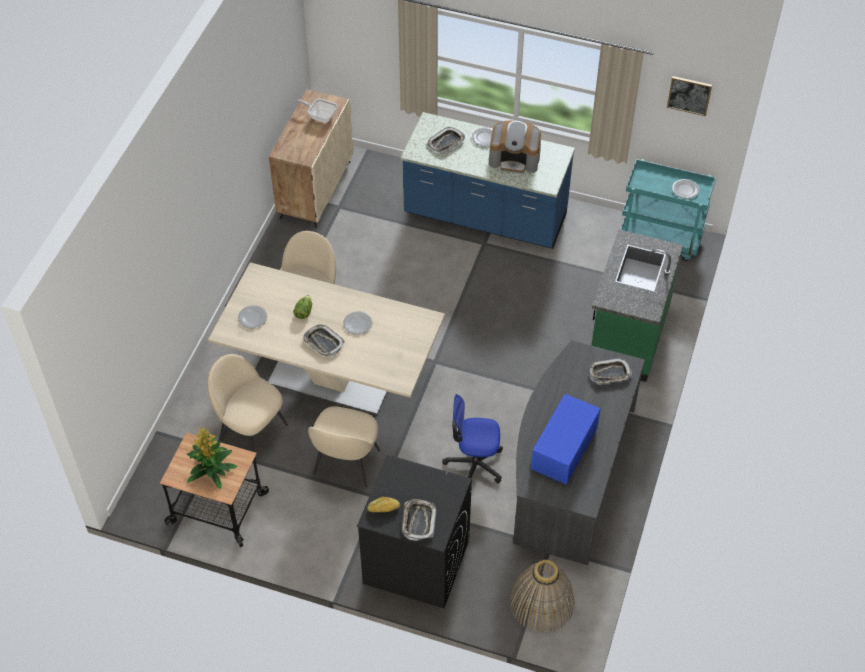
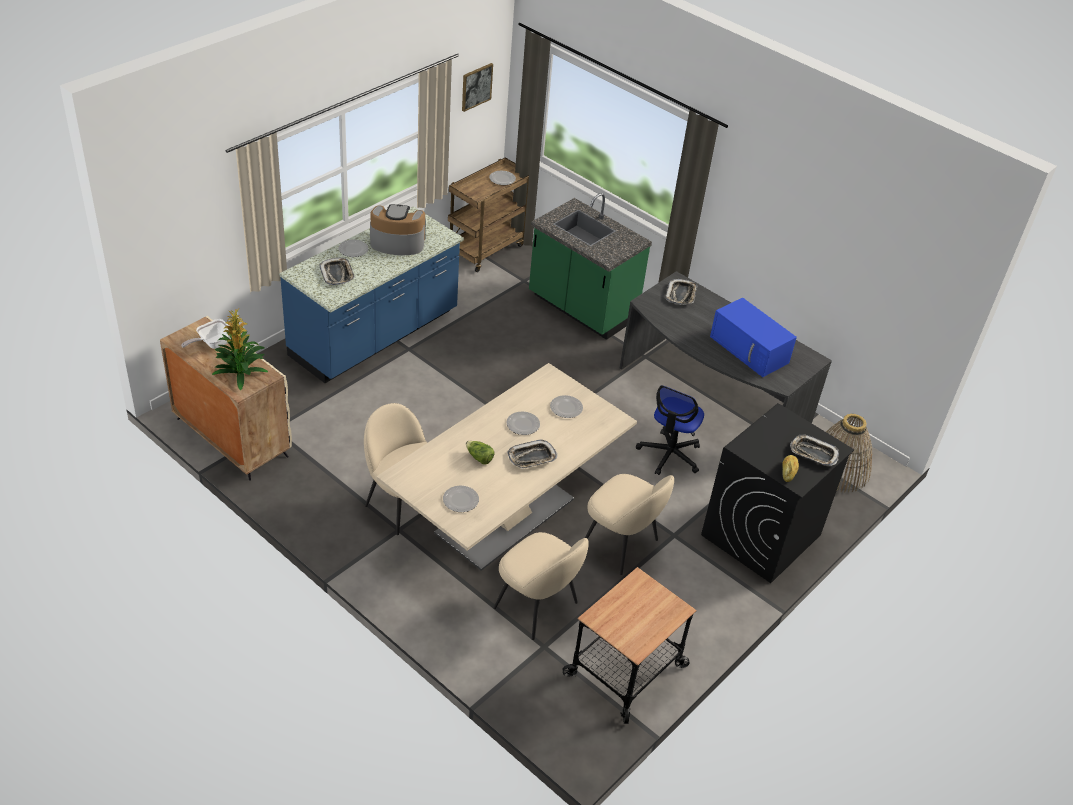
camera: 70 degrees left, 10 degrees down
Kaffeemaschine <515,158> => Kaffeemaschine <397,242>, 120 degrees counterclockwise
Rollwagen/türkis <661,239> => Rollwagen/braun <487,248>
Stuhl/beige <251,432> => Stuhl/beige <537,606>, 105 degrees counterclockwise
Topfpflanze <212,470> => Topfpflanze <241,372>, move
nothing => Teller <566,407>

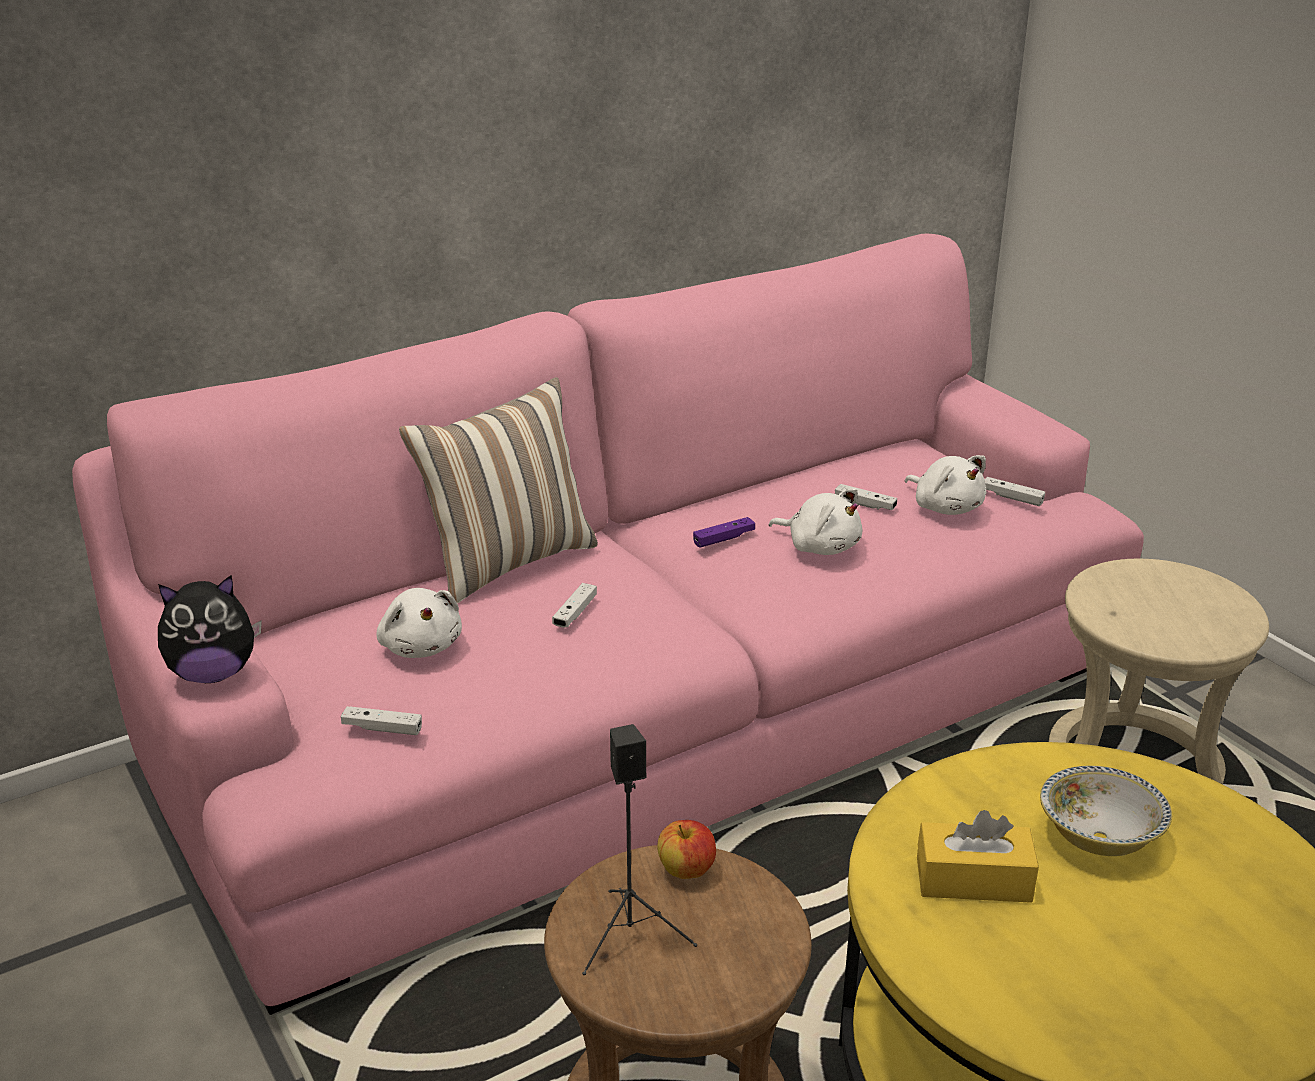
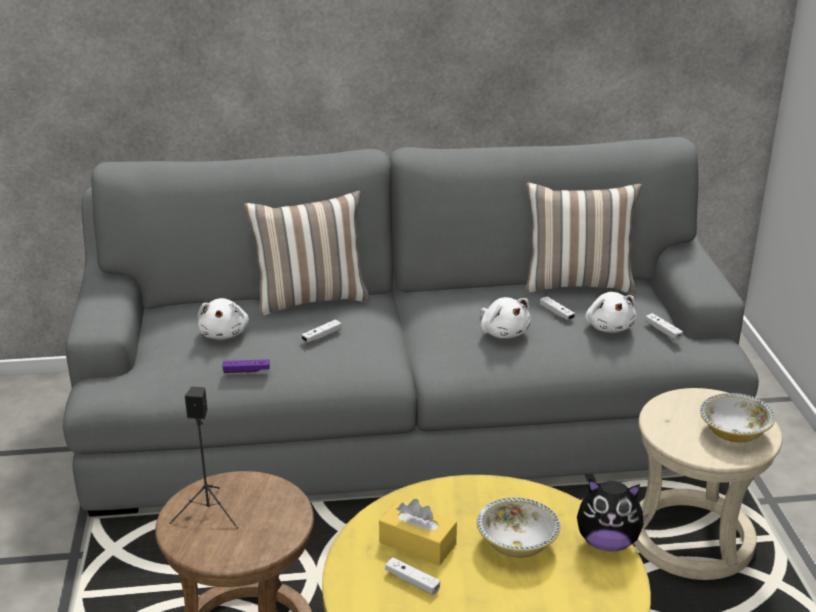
camera: 25 degrees right, 0 degrees up
Sofa/rosa <655,716> => Sofa/grau <407,420>
Gamepad/lila <724,539> => Gamepad/lila <246,370>, move
Plüschtier <213,674> => Plüschtier <607,542>, move
Gamepad/weiß <382,728> => Gamepad/weiß <412,581>, move
Apfel <686,870> => nothing
nothing => Kissen <578,283>
nothing => Schüssel <733,433>

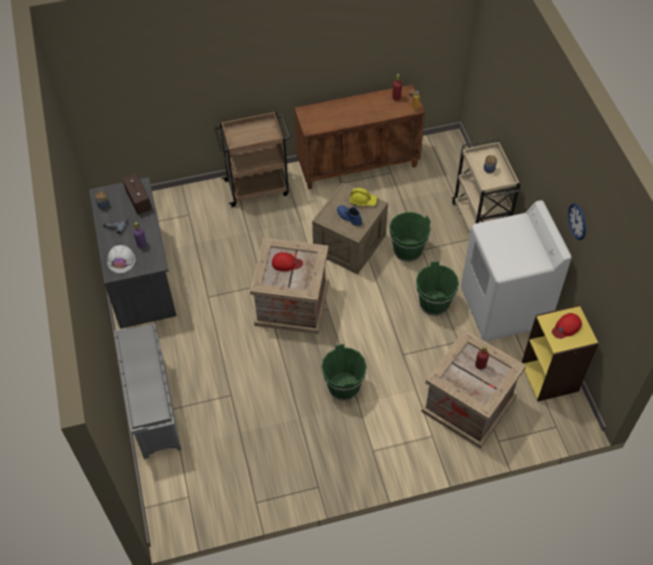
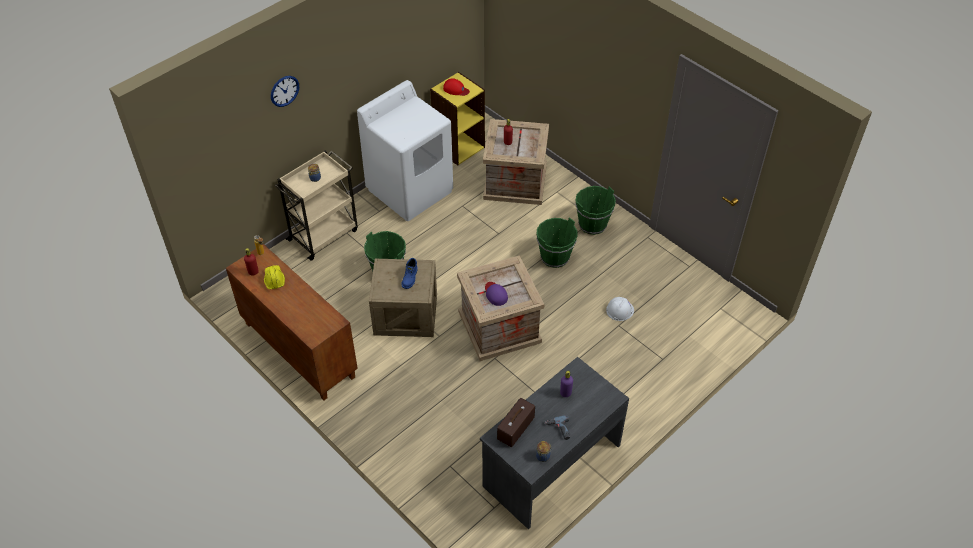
camera: 120 degrees left, 5 degrees down
Rollwagen/braun <258,187> => nothing
Schutzhelm/gelb <363,200> => Schutzhelm/gelb <274,279>, move
Wanduhr <577,221> => Wanduhr <284,91>, move
Schutzhelm/weiß <121,260> => Schutzhelm/weiß <620,310>, move
Kappe/rot <286,263> => Kappe/lila <495,294>
Eimer/grün <434,303> => Eimer/grün <592,225>, move
Schuhregal/grau <153,406> => nothing

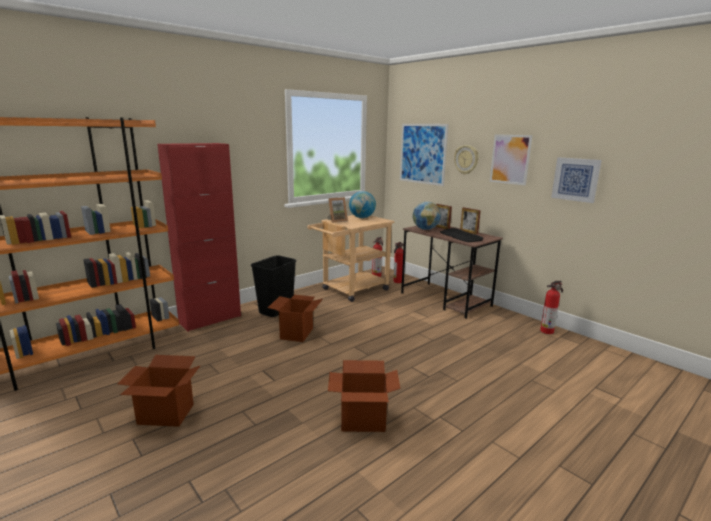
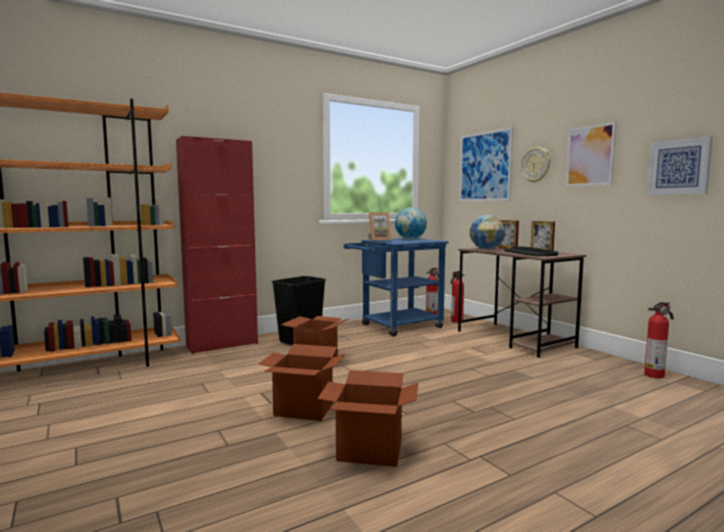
camera: 10 degrees right, 10 degrees down
Rollwagen/beige <351,291> => Rollwagen/blau <396,327>
Karton <165,414> => Karton <303,410>, move

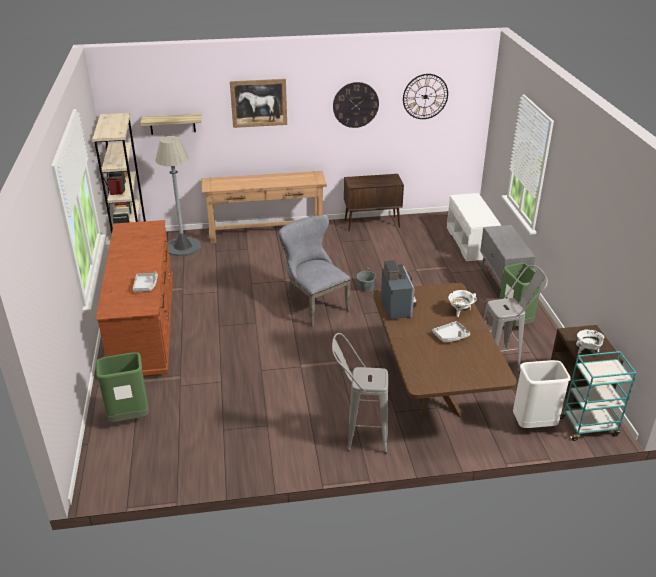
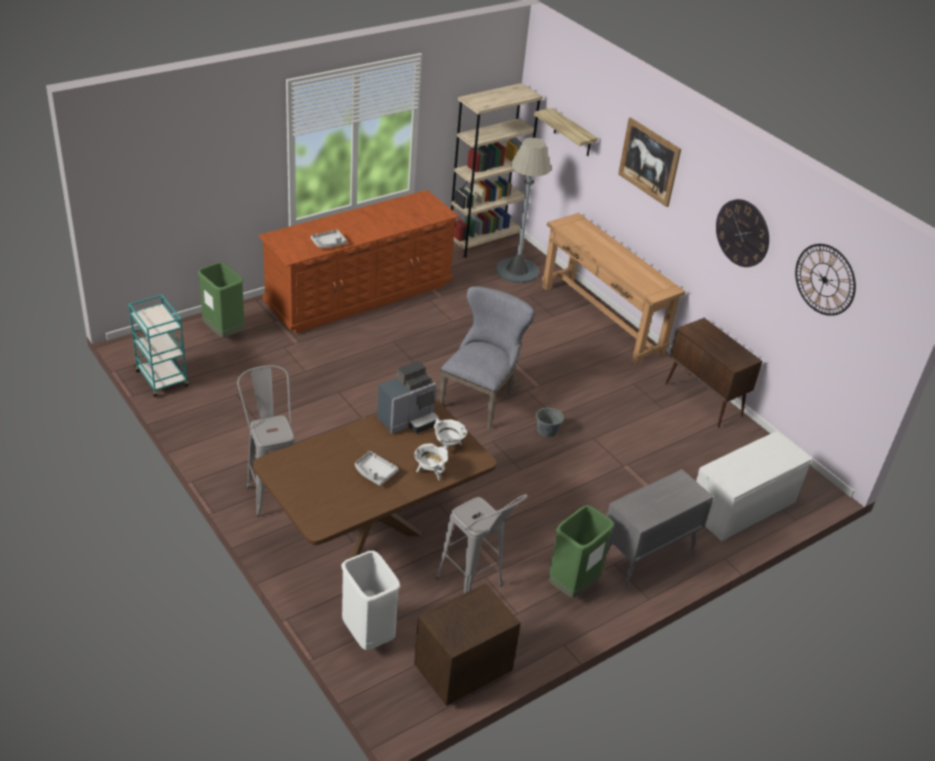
camera: 60 degrees right, 5 degrees up
Kochtopf/weiß <587,351> => Kochtopf/weiß <448,446>, move
Rollwagen/türkis <588,426> => Rollwagen/türkis <162,379>, move

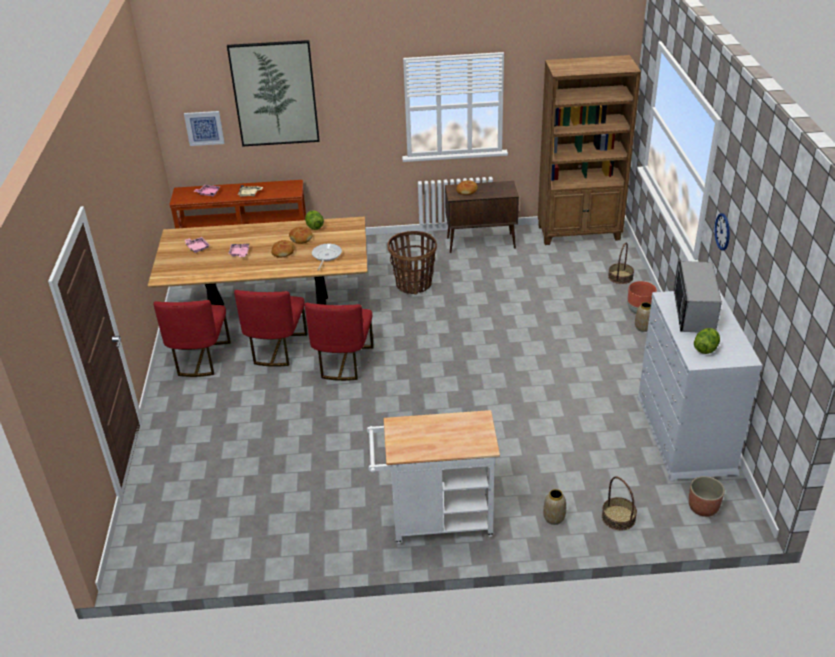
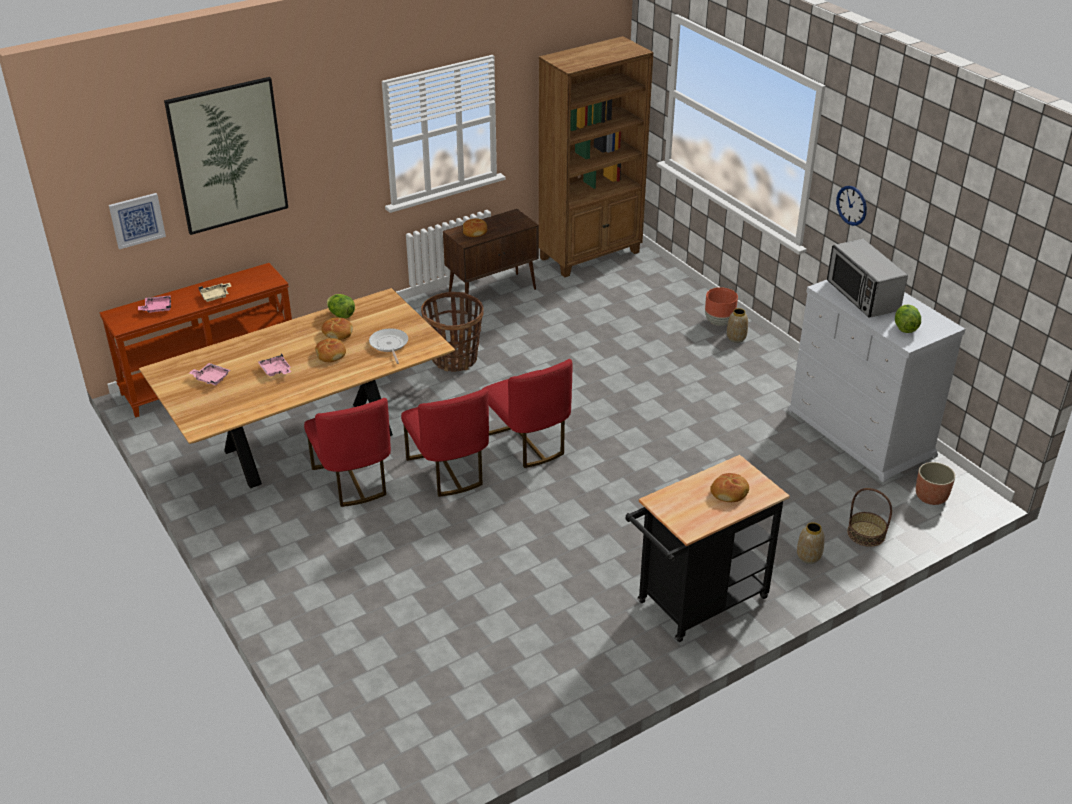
camera: 30 degrees left, 0 degrees up
Korb <620,277> => nothing
Stuhl/rot <200,359> => Stuhl/rot <528,443>, move
Rollwagen/weiß <434,521> => Rollwagen/schwarz <696,604>
nothing => Brot <729,492>

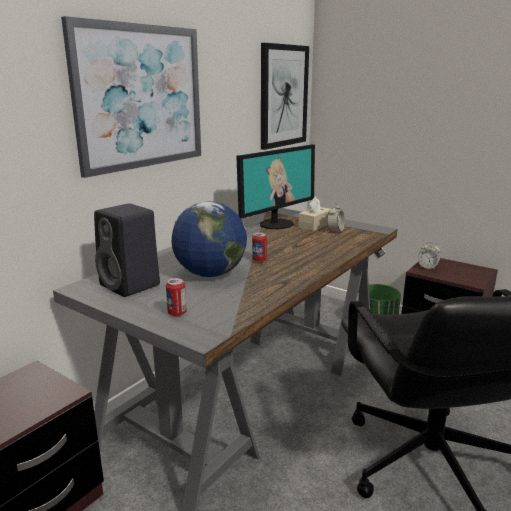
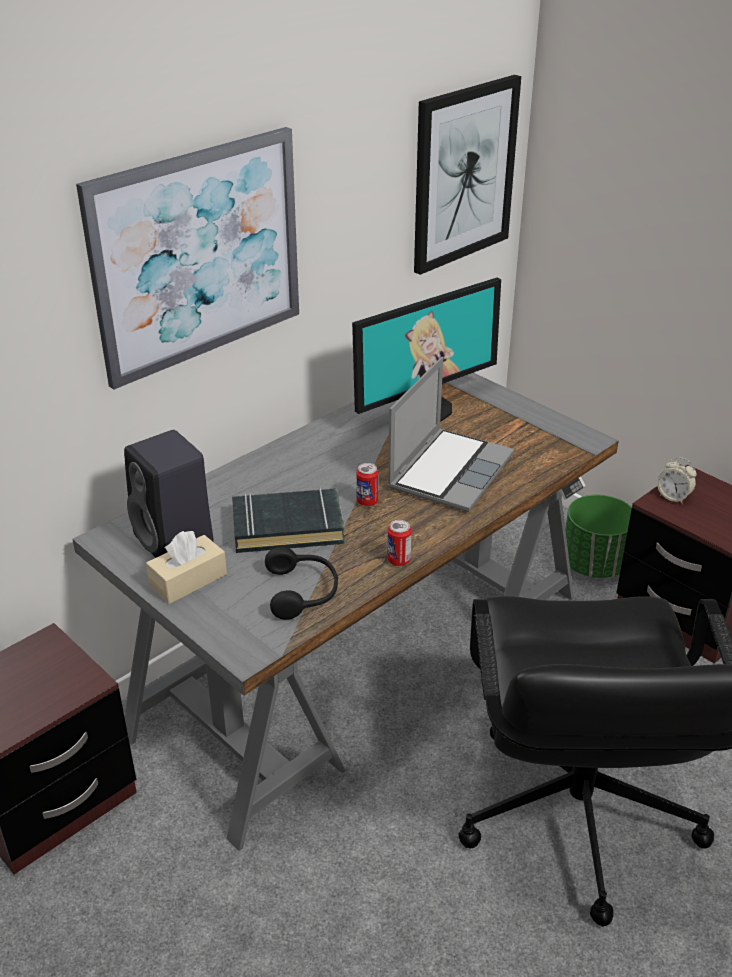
camera: 10 degrees right, 15 degrees up
Taschentuchbox/beige <315,225> => Taschentuchbox/beige <188,580>, move
Globus <210,274> => Buch/schwarz <288,527>
Wecker <335,231> => nothing
Dose <177,313> => Dose <398,560>, move
nothing => Laptop <450,471>
nothing => Kopfhörer/schwarz <303,592>

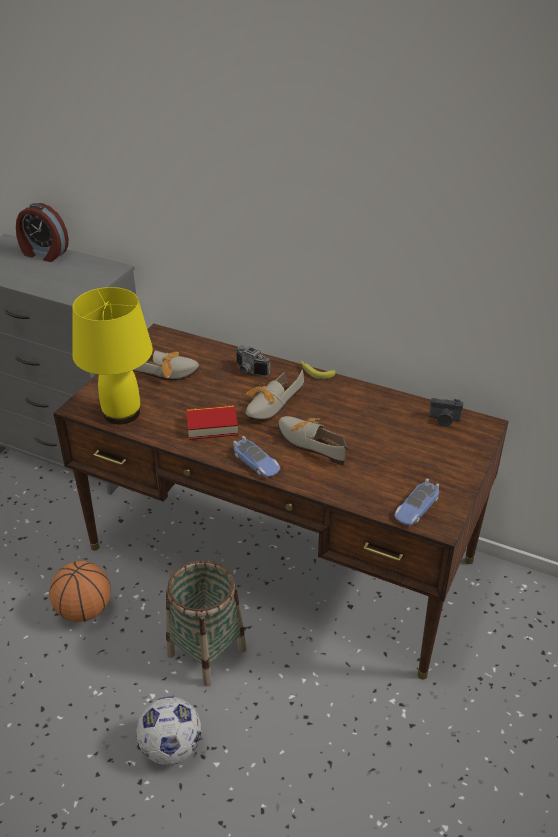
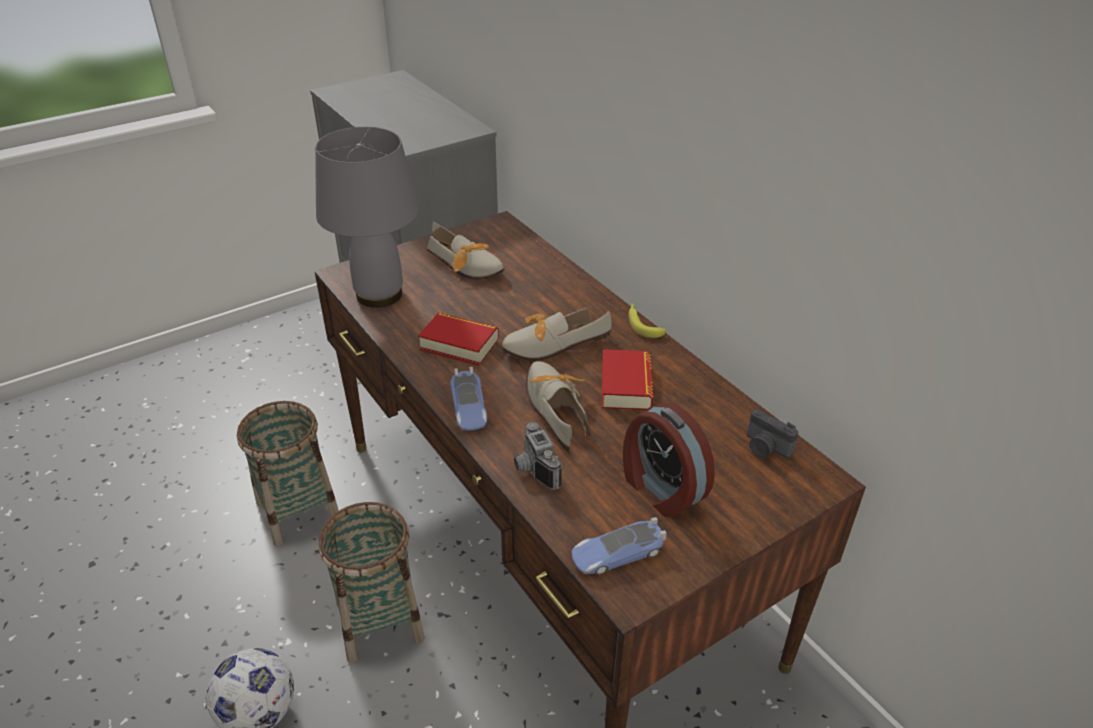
camera: 30 degrees right, 0 degrees up
Wecker <44,254> => Wecker <660,489>, move
Tischlampe/gelb <121,413> => Tischlampe/grau <378,295>
Kamera <249,371> => Kamera <533,469>, move
Basketball <84,610> => Korb <298,512>
nothing => Buch <626,386>

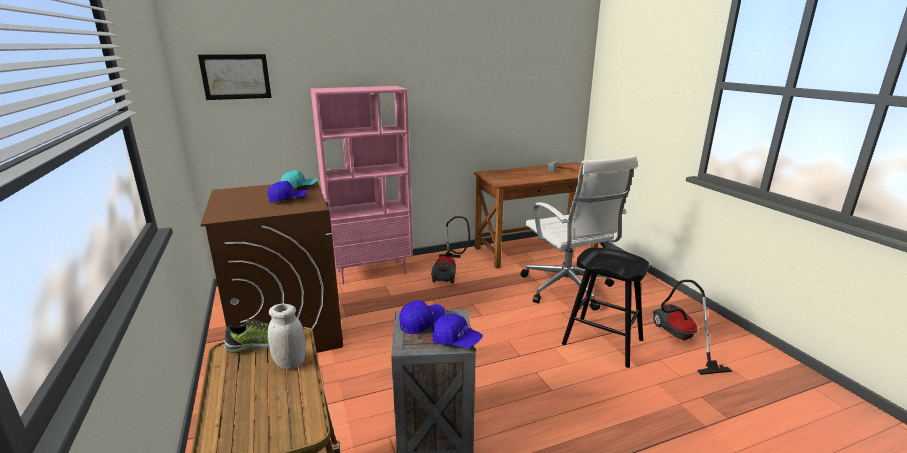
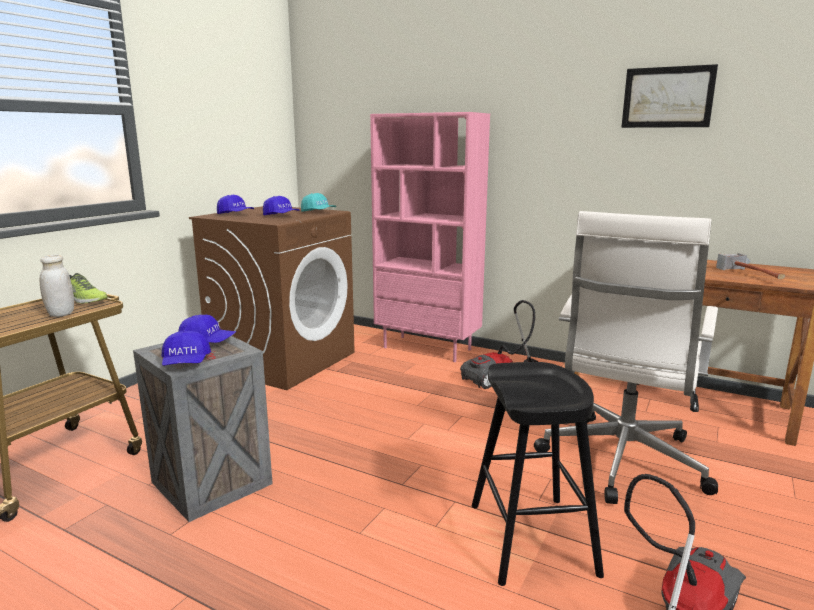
camera: 50 degrees right, 5 degrees down
Bild <236,76> => Bild <667,97>, move
nothing => Kappe/blau <235,214>

